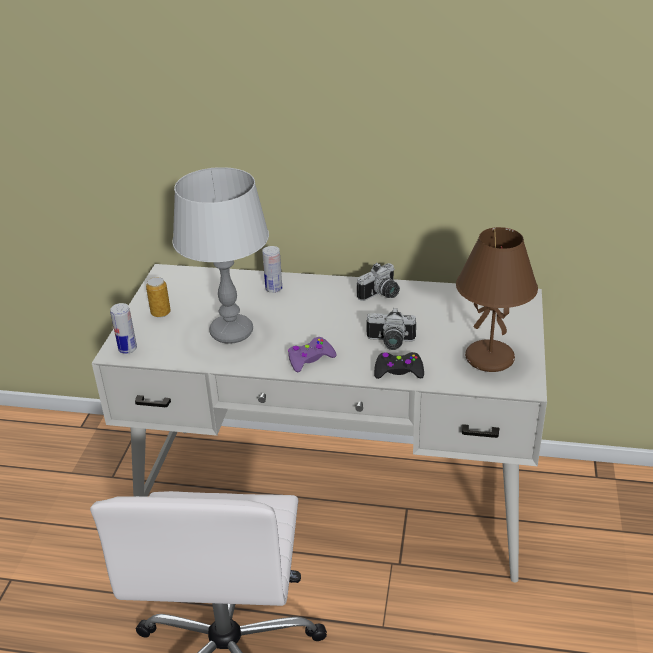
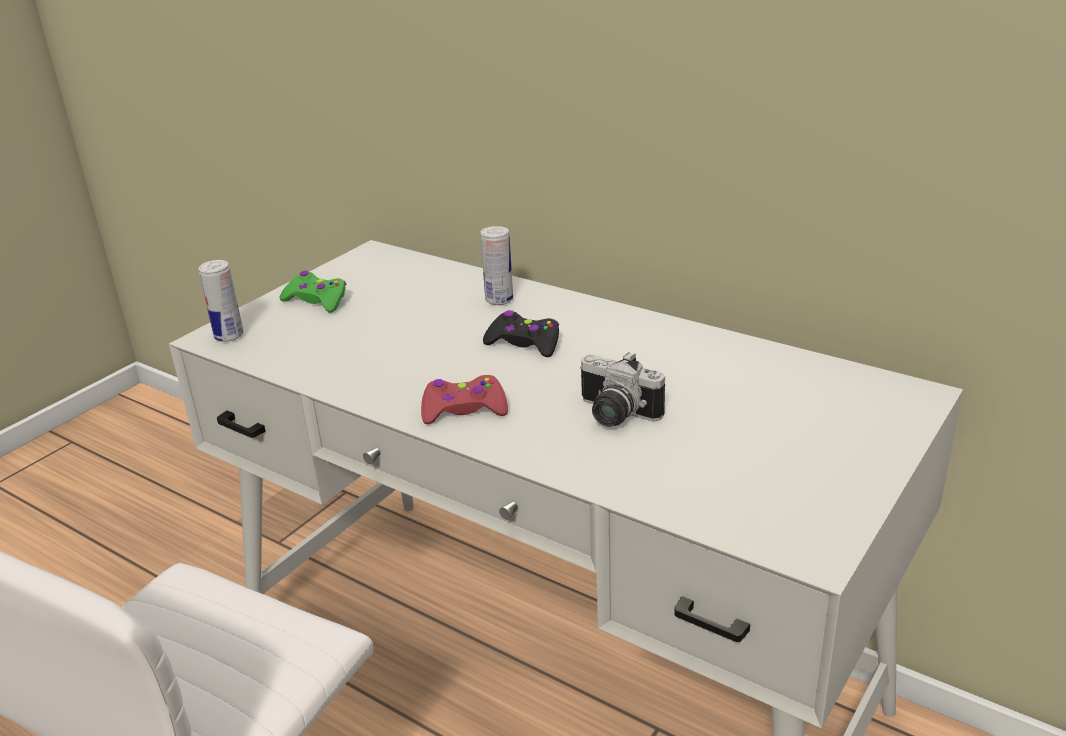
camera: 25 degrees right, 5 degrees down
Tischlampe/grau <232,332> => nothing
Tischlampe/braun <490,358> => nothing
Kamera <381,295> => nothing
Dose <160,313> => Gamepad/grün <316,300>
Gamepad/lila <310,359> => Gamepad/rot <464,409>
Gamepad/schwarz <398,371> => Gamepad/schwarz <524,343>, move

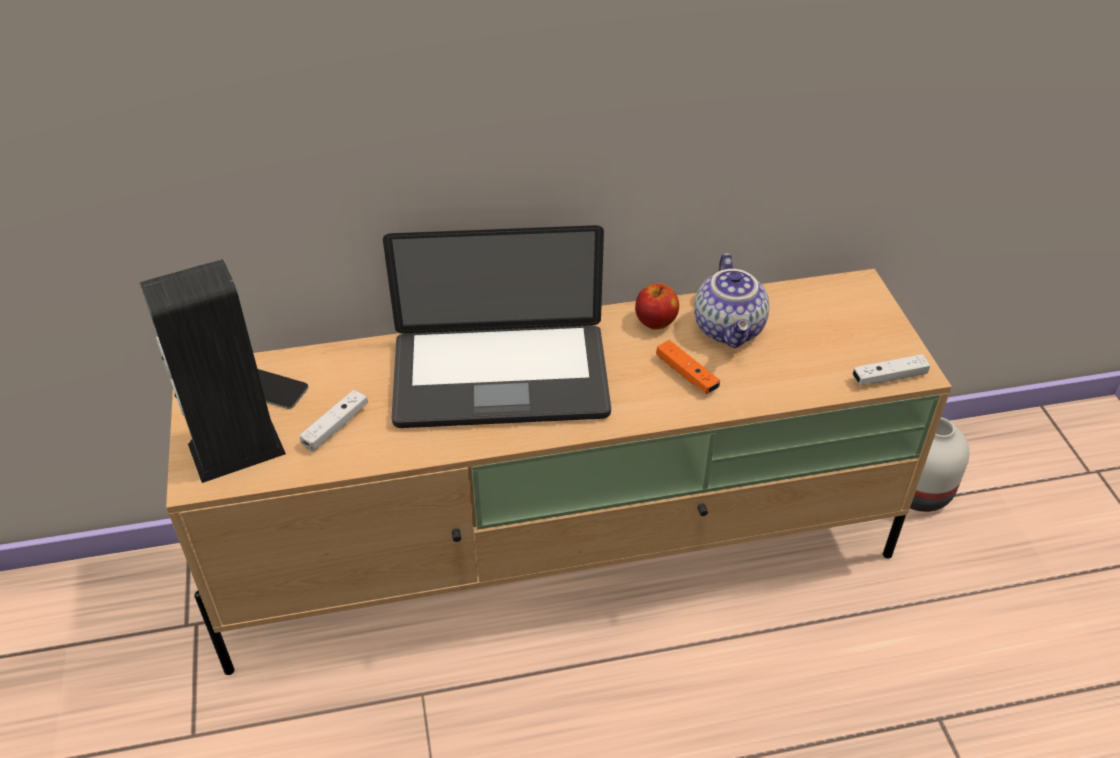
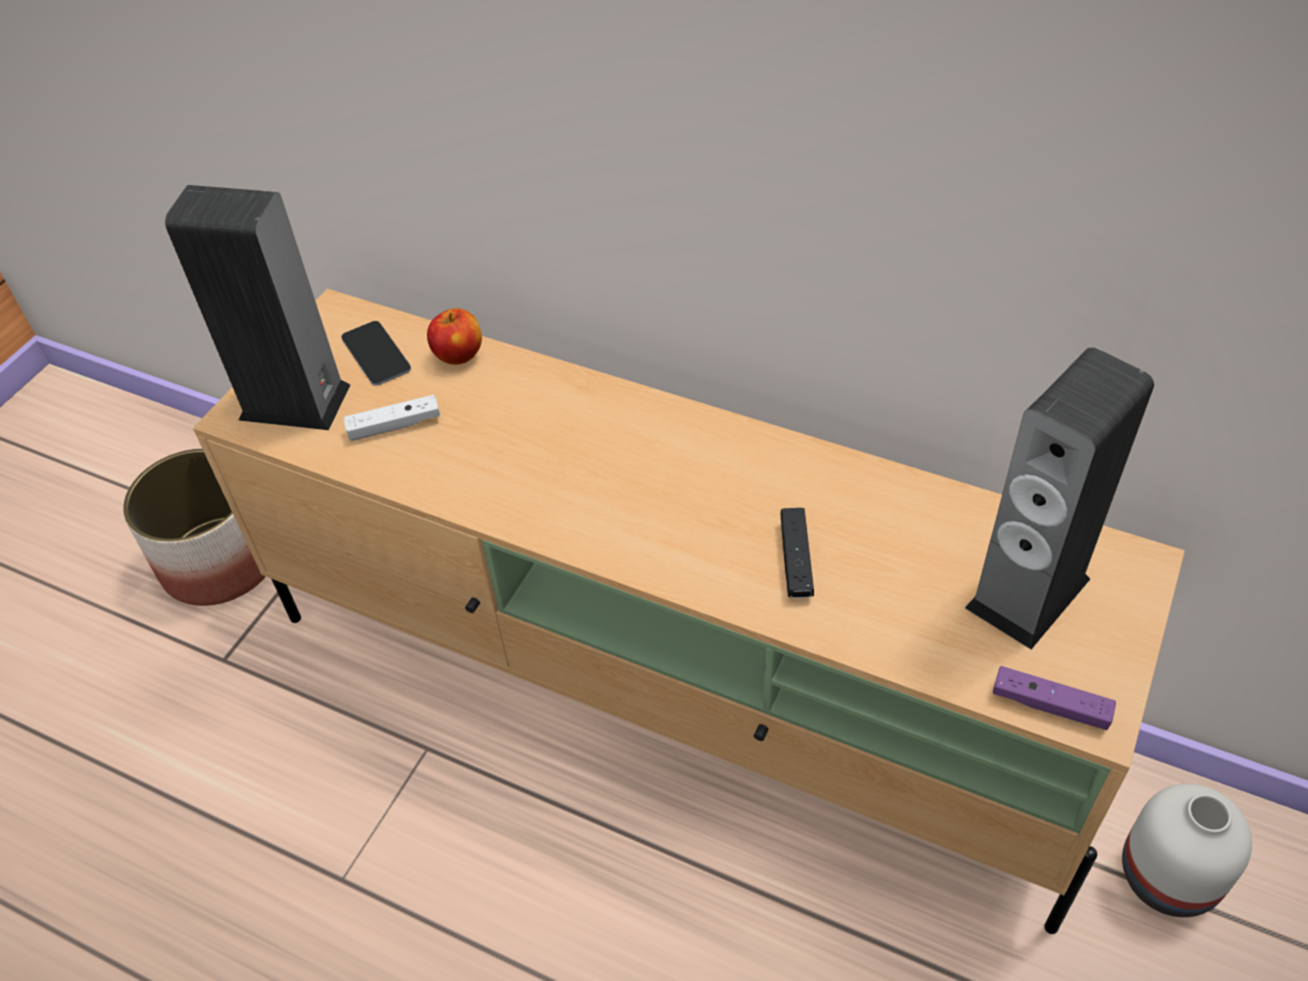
camera: 40 degrees right, 5 degrees up
Laptop <500,378> => nothing
Teekanne <730,329> => nothing
Apfel <655,322> => Apfel <458,355>, move
Gamepad/orange <686,374> => Gamepad/schwarz <796,561>
Gamepad/weiß <889,377> => Gamepad/lila <1050,705>
nothing => Lautsprecher <1028,593>
nothing => Pflanzkübel <221,560>

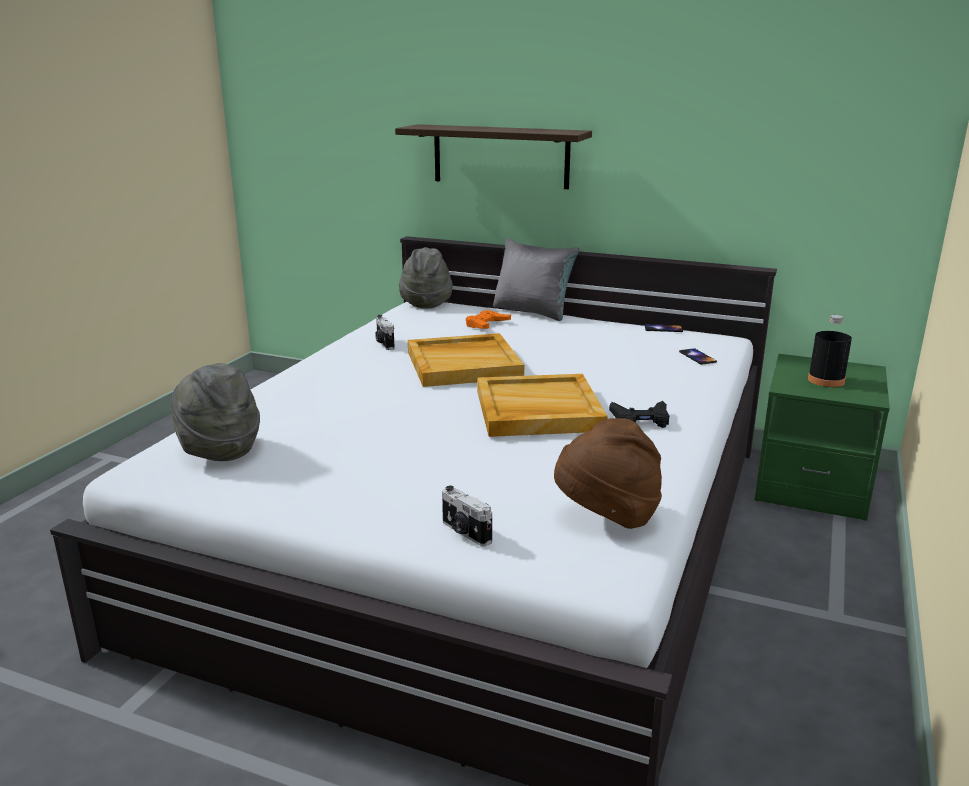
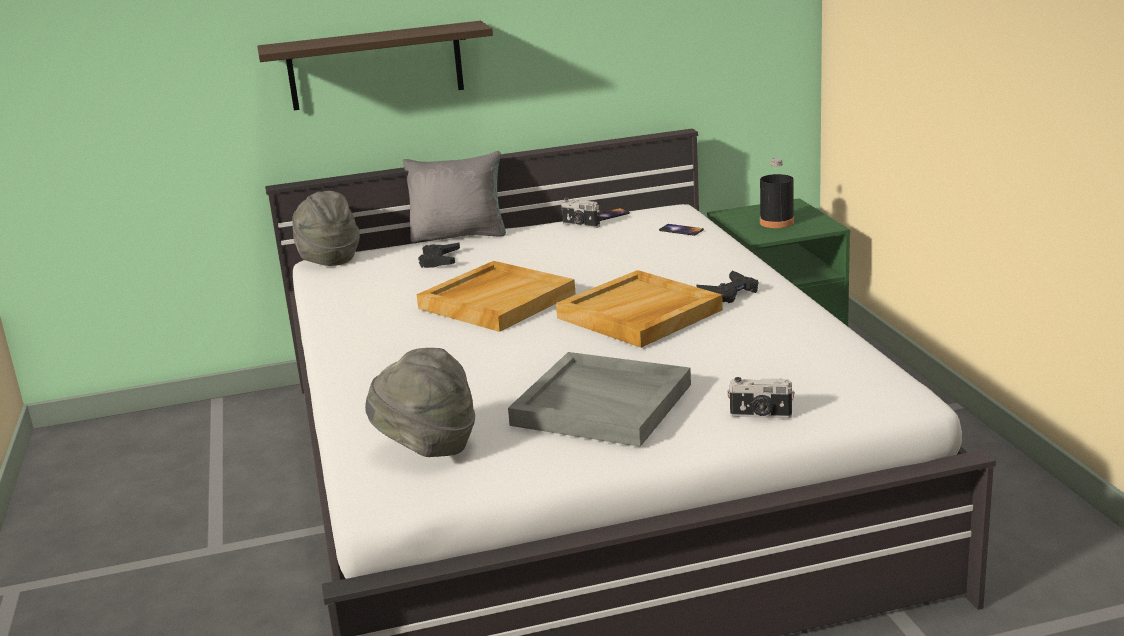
camera: 35 degrees left, 0 degrees up
Gamepad/orange <486,324> => Gamepad/schwarz <439,260>
Kamera <384,344> => Kamera <580,225>, move
Hut/braun <606,518> => nothing
nothing => Tablett/grau <604,404>

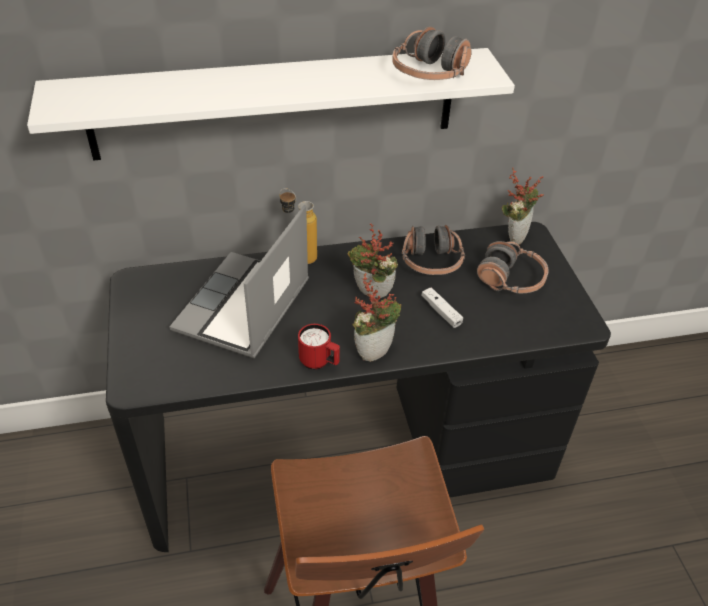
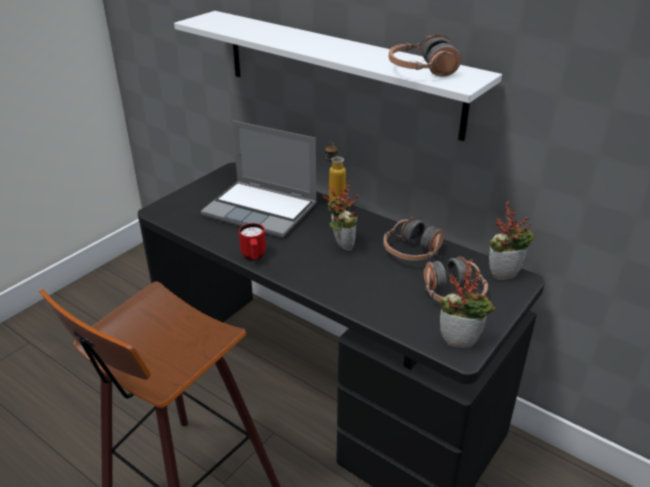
camera: 50 degrees right, 10 degrees down
Laptop <244,308> => Laptop <262,210>, 135 degrees counterclockwise
Topfpflanze <373,350> => Topfpflanze <461,340>, move
Gamepad/weiß <441,311> => nothing

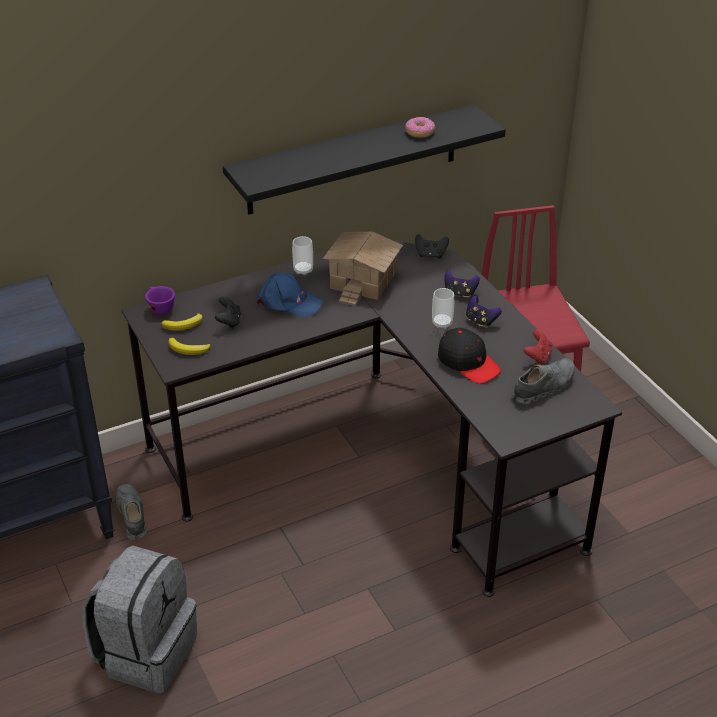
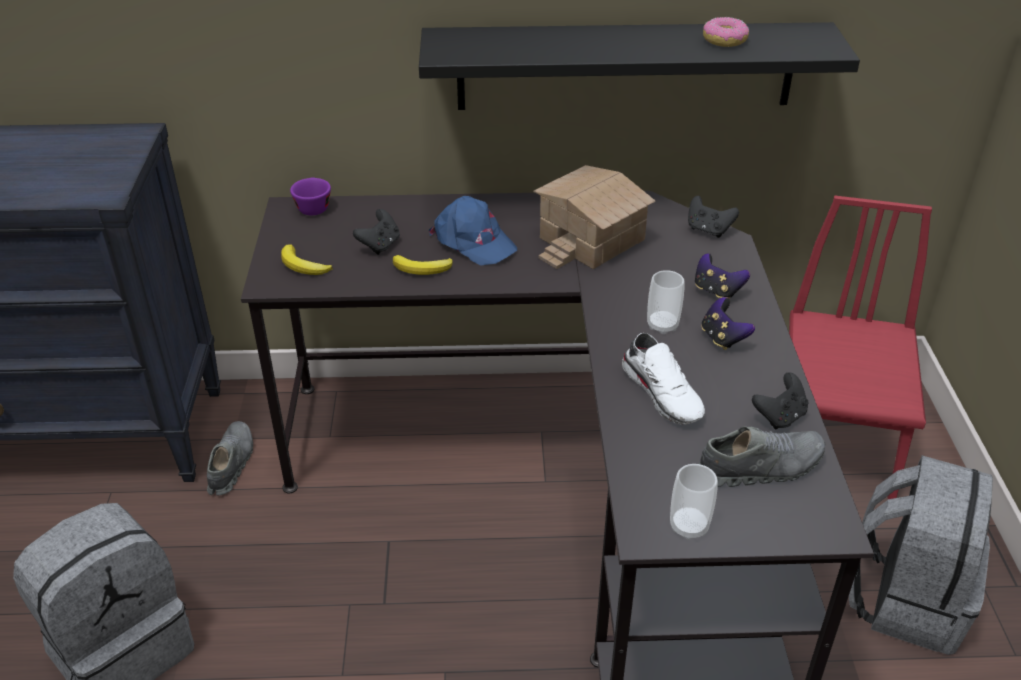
camera: 25 degrees right, 0 degrees up
Tasse <303,270> => Tasse <689,526>, move
Banane <184,325> => Banane <423,269>, move
Kappe/schwarz <468,362> => Schuh/weiß <664,393>
Gamepad/rot <537,357> => Gamepad/schwarz <779,416>
nothing => Rucksack/grau <905,598>

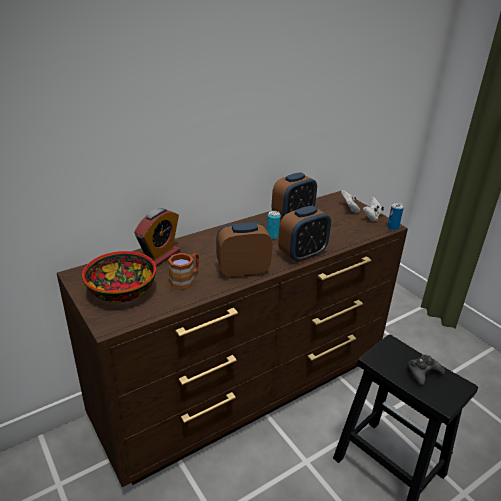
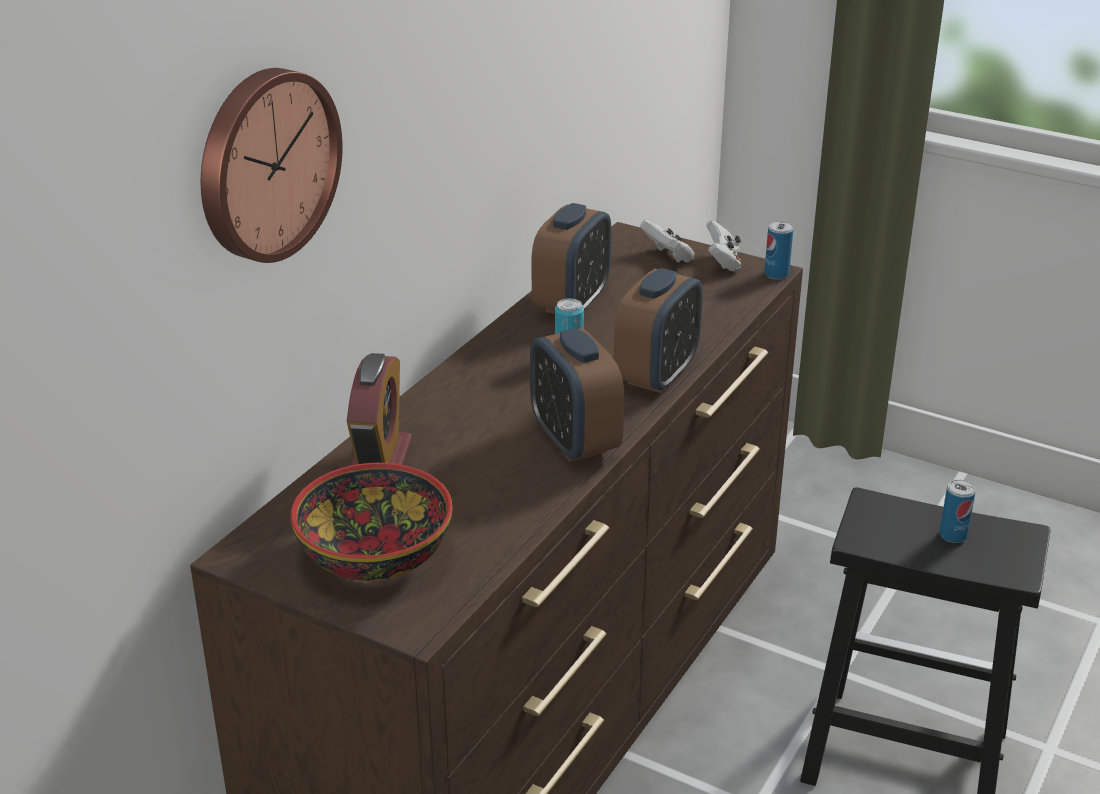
camera: 25 degrees left, 0 degrees up
Wecker <243,271> => Wecker <574,441>, 75 degrees counterclockwise
Henkelbecher/braun <185,280> => nothing
Gamepad/schwarz <423,373> => Dose <953,535>
nothing => Wanduhr <265,164>

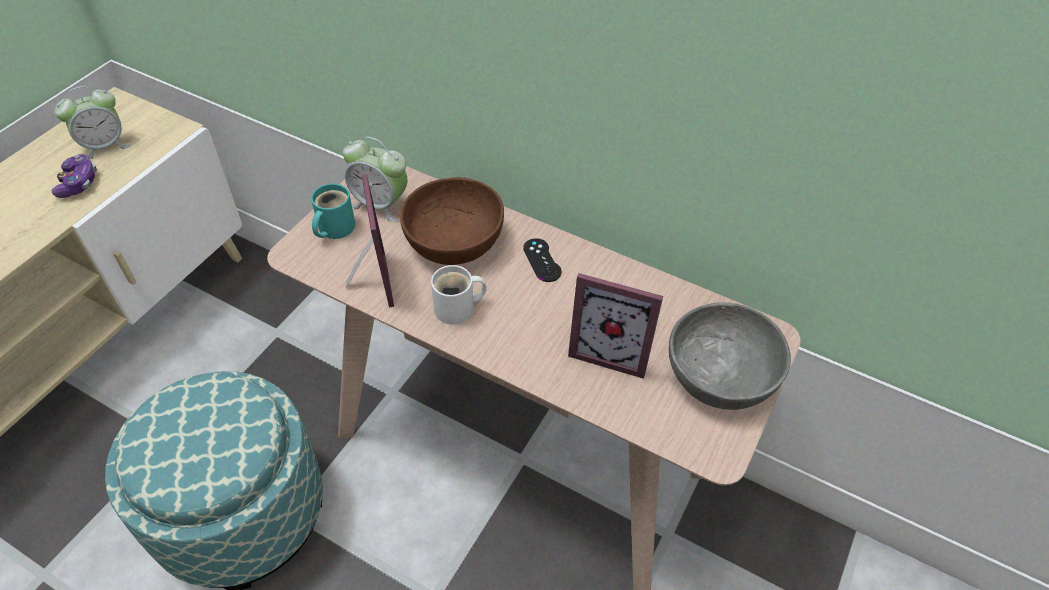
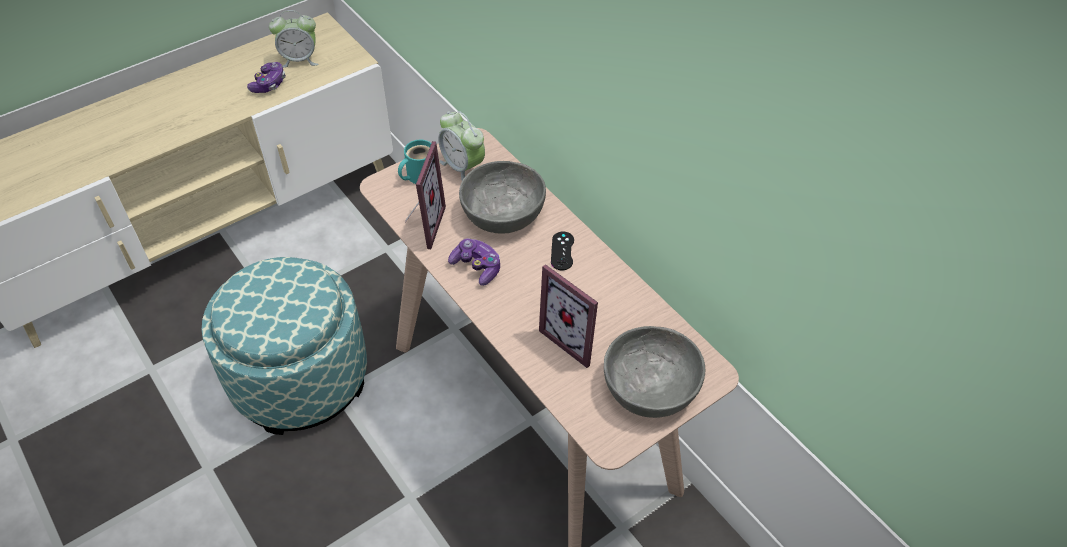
camera: 25 degrees right, 0 degrees up
Schüssel/braun <453,241> => Schüssel/grau <502,214>
Henkelbecher/weiß <458,309> => Gamepad <477,267>

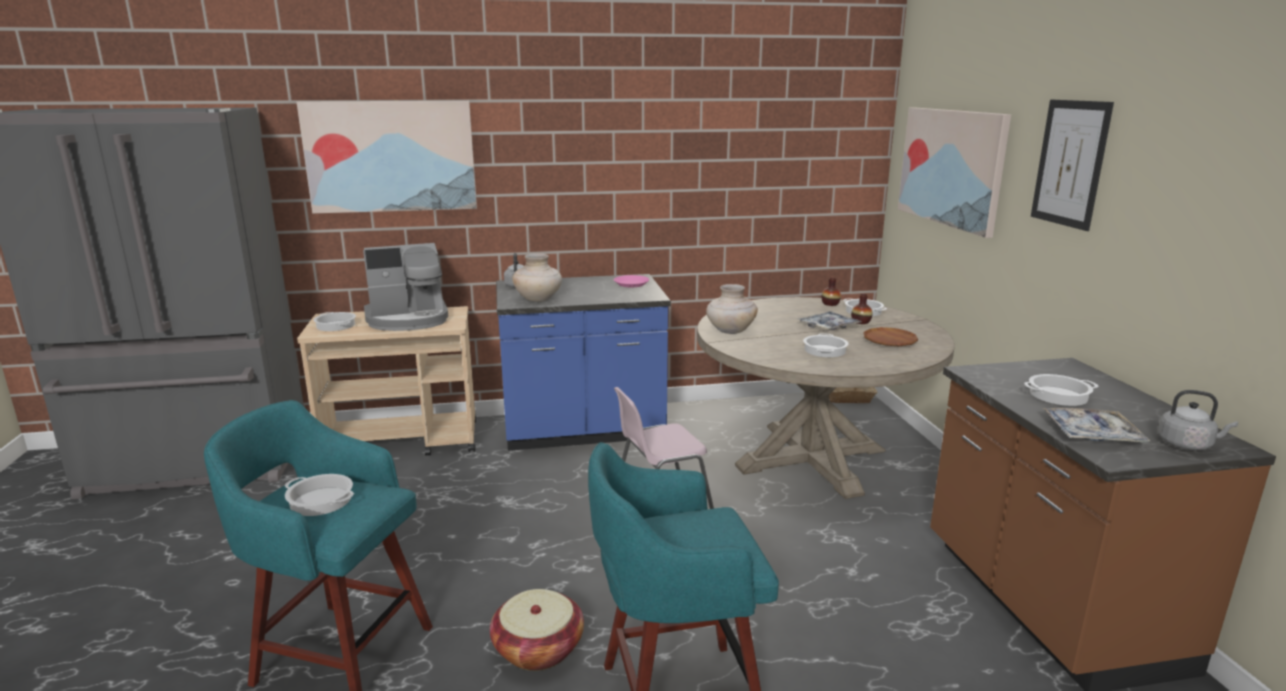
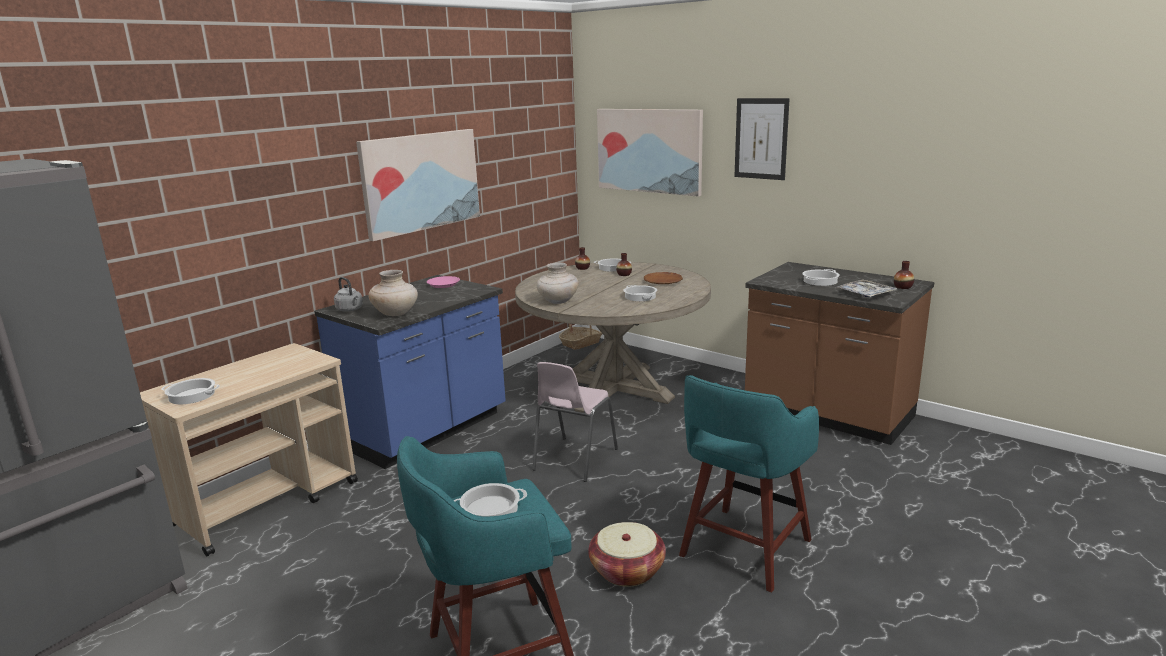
camera: 40 degrees left, 0 degrees up
Bild <391,156> => Bild <420,182>, move
Kaffeemaschine <408,319> => nothing
Tablett <828,326> => nothing
Wasserkessel/grau <1187,445> => Vase <903,287>

